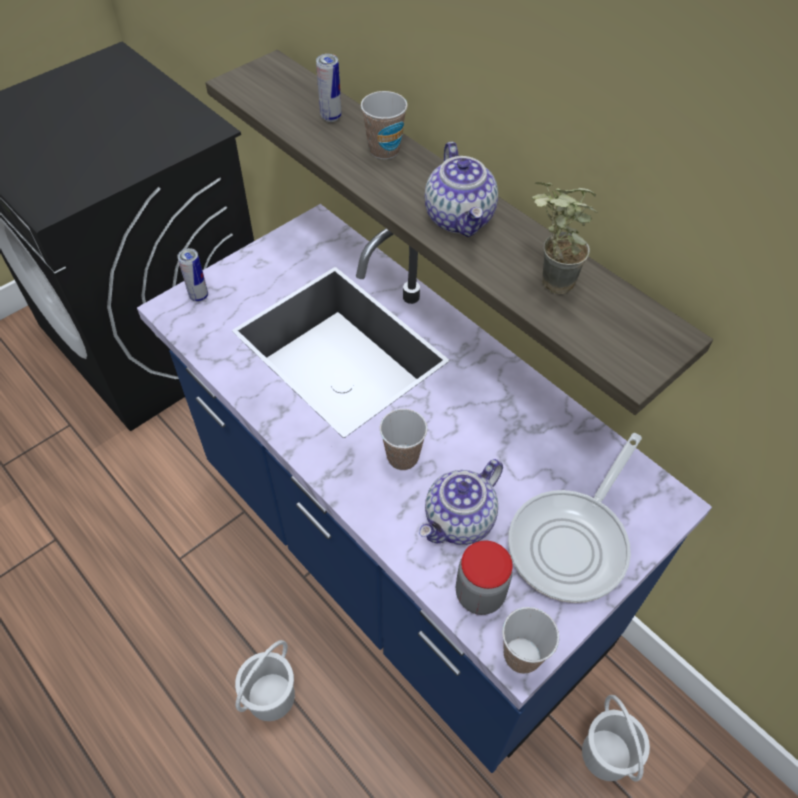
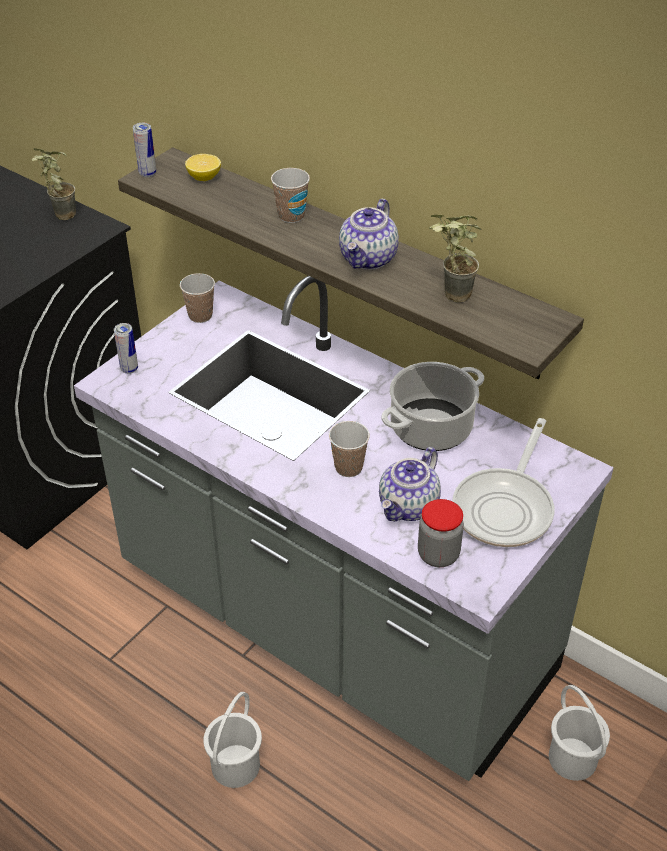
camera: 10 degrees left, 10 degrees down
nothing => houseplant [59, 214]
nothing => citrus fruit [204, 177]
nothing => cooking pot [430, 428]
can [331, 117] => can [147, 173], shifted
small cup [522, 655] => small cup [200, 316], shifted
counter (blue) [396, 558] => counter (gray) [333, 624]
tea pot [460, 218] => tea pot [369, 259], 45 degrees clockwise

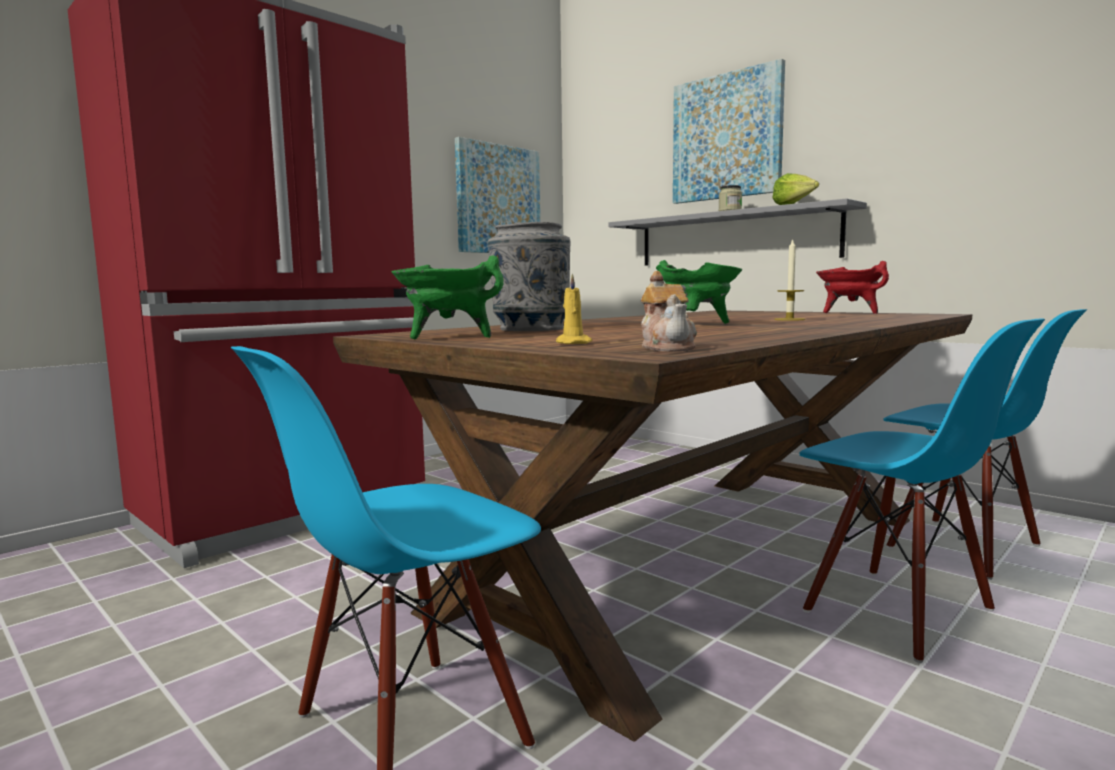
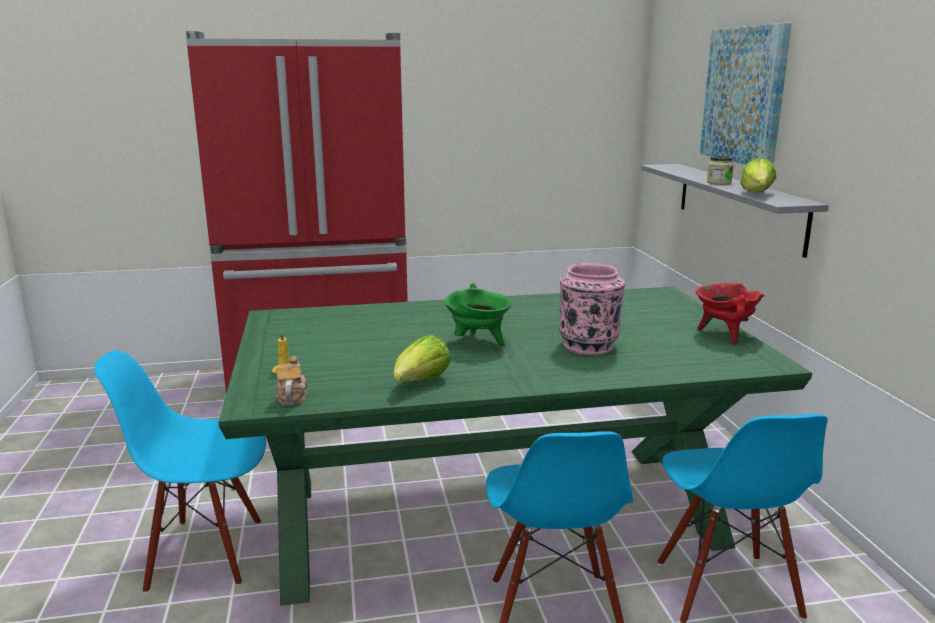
camera: 35 degrees right, 10 degrees up
cooking pot (green) [448, 337] => nothing
wall art [498, 200] => nothing
decorative vase (gray) [530, 329] => nothing
nothing => head of lettuce [421, 382]
wax candle [789, 319] => decorative vase (pink-coloured) [588, 345]
dinner table (brownish) [697, 559] => dinner table (green) [498, 513]
tea pot [668, 348] => tea pot [292, 397], 150 degrees clockwise

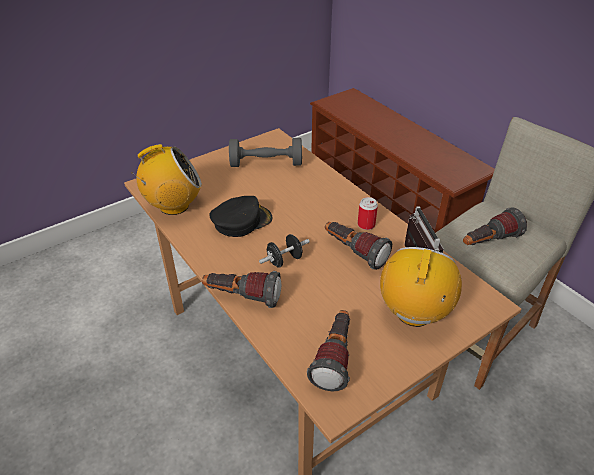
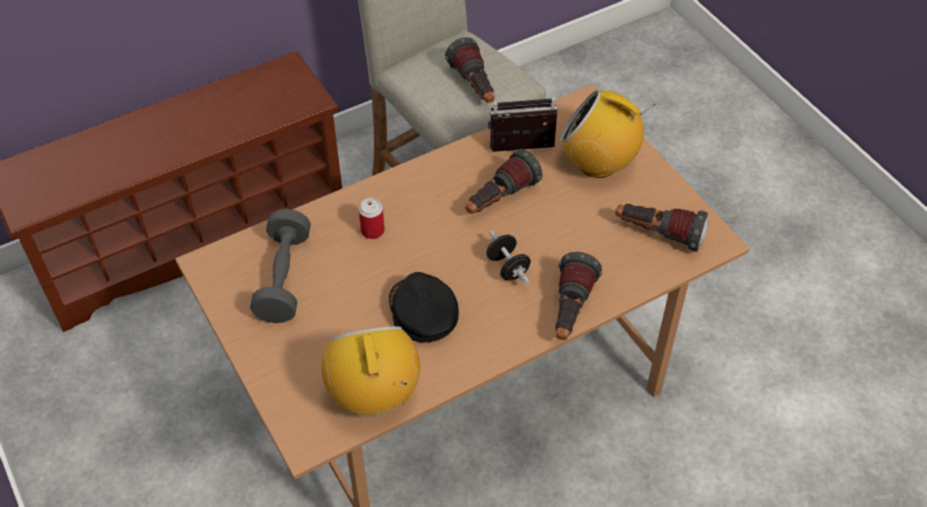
camera: 85 degrees left, 10 degrees up
can [366, 225] => can [372, 231], shifted

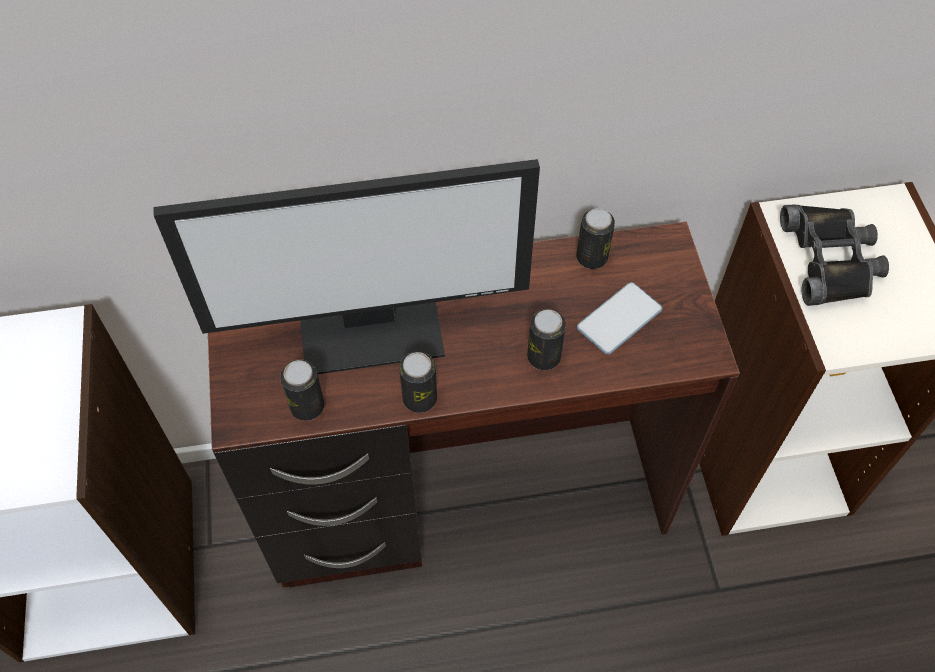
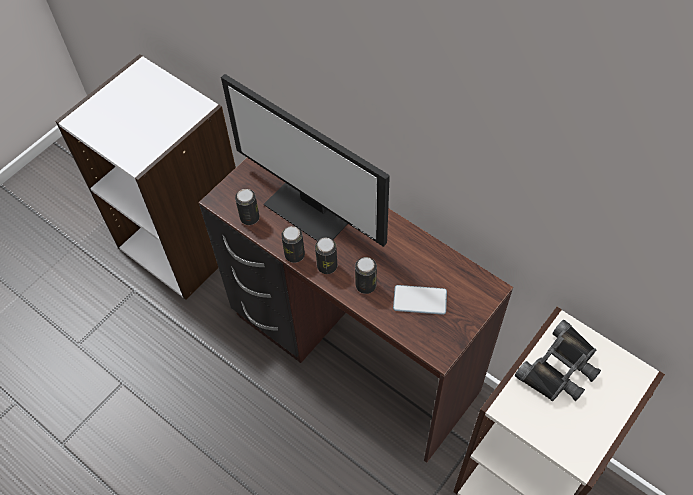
camera: 50 degrees right, 0 degrees up
can [591, 257] => can [327, 266], shifted

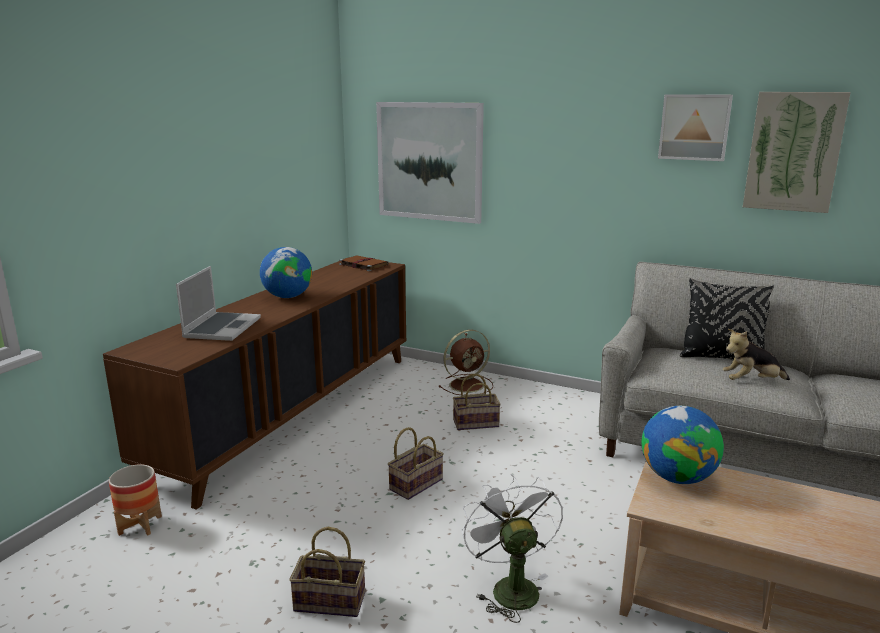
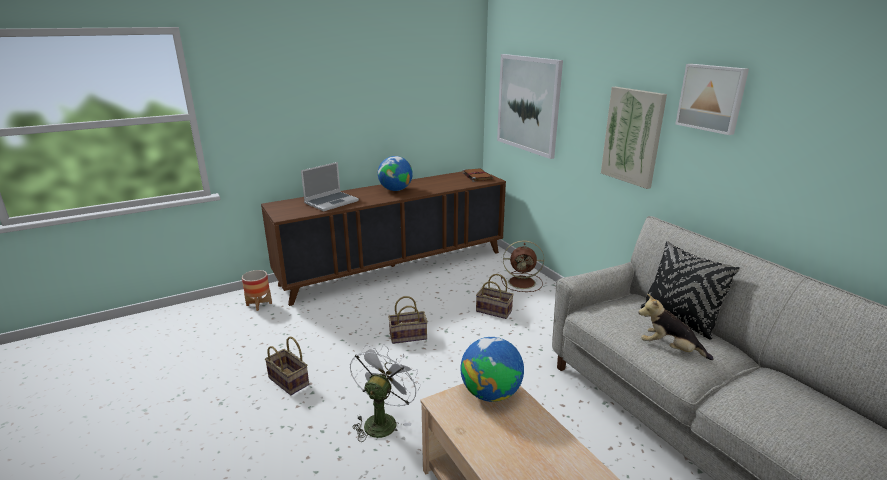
camera: 35 degrees right, 5 degrees up
wall art [793, 152] => wall art [633, 136], shifted

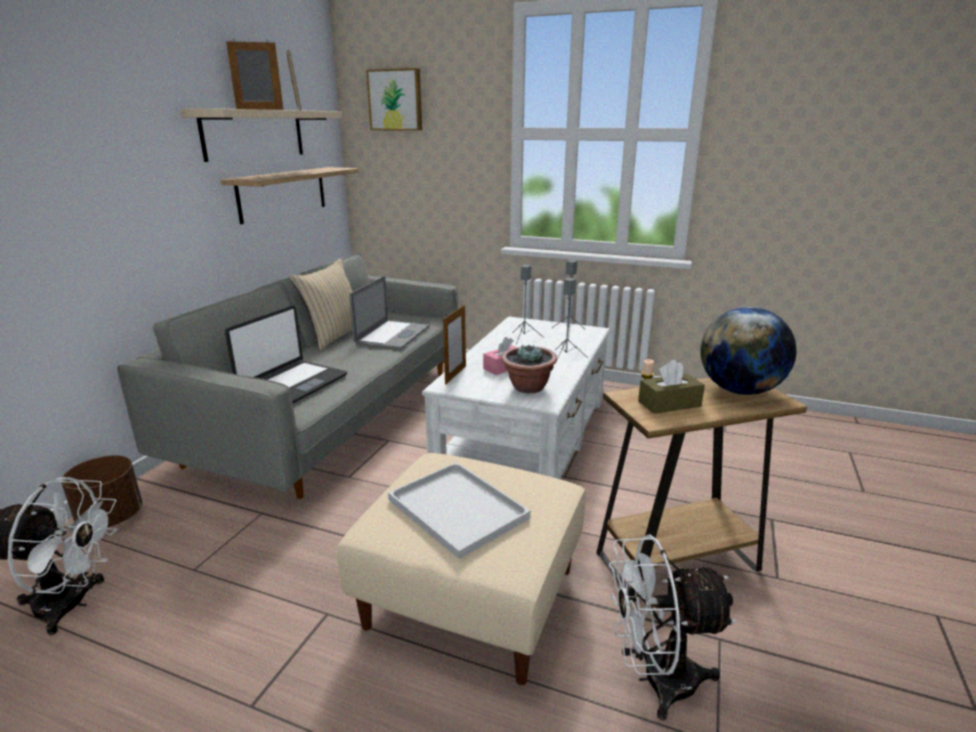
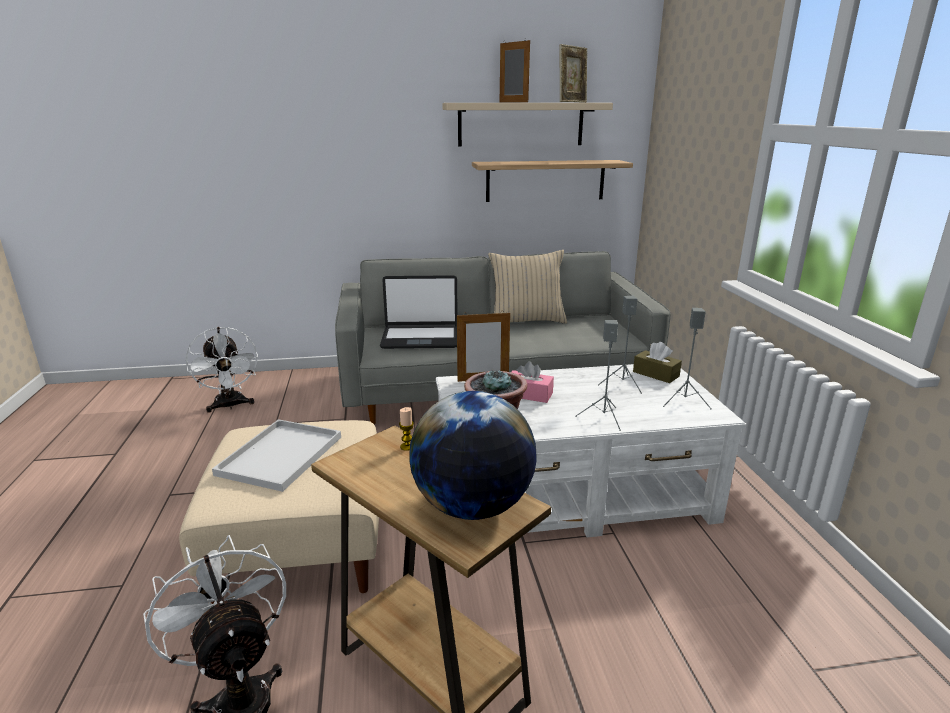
camera: 60 degrees right, 0 degrees up
flower pot (brownish) [111, 518] => nothing
laptop [393, 335] => nothing
wall art [396, 100] => nothing
tissue holder (brownish) [669, 404] => tissue holder (brownish) [656, 374], shifted

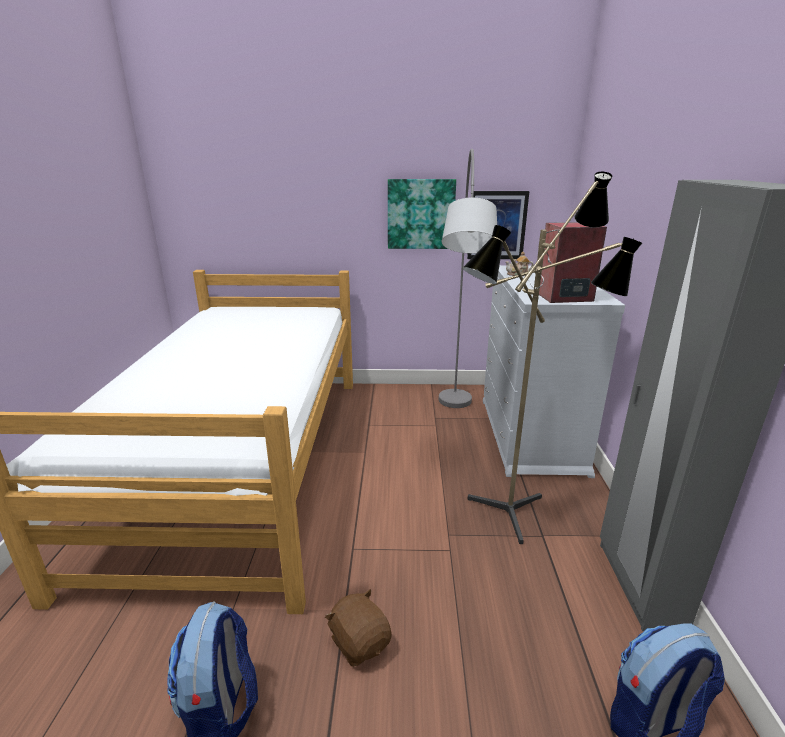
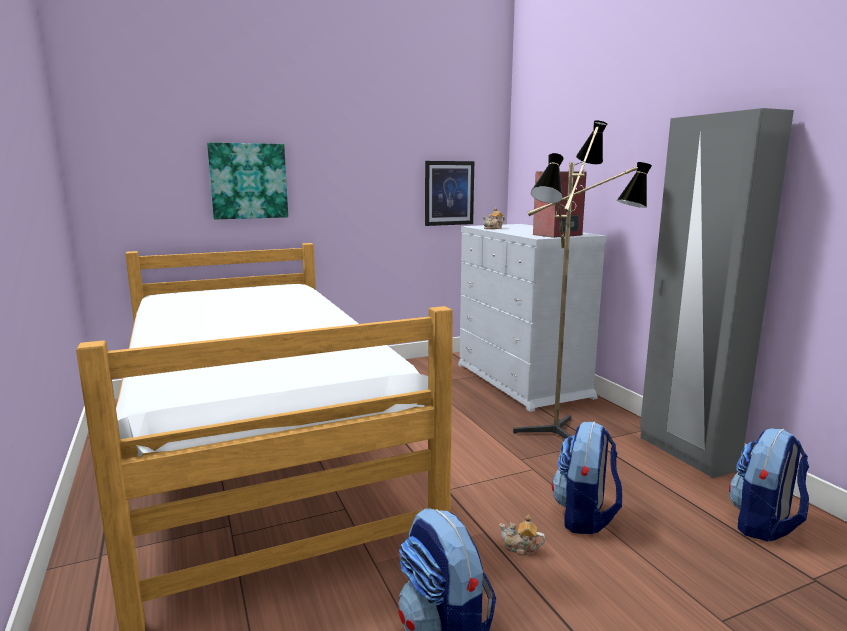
camera: 25 degrees left, 10 degrees down
standard lamp (gray) [455, 432] => nothing
nothing => knapsack [585, 516]
wall art [421, 214] => wall art [248, 181], shifted
plush toy (brownish) [360, 642] => tea pot [520, 548]

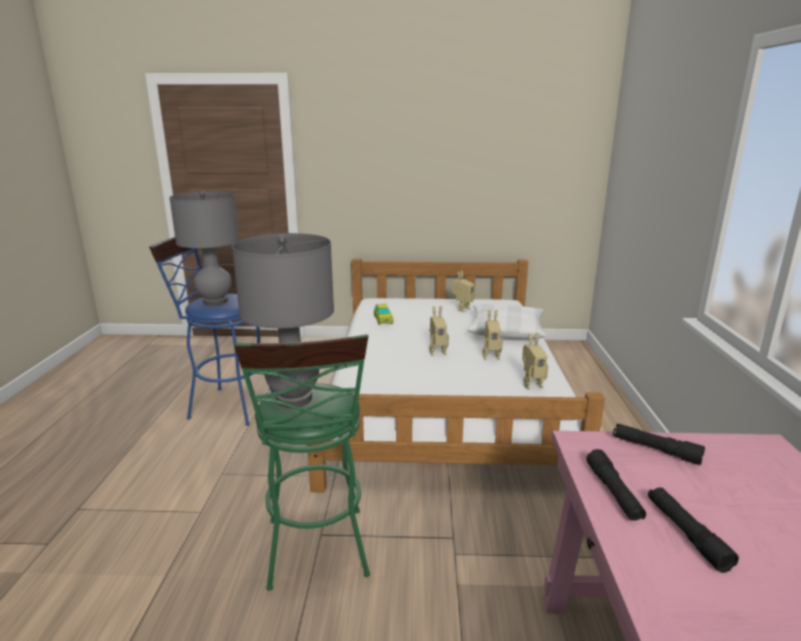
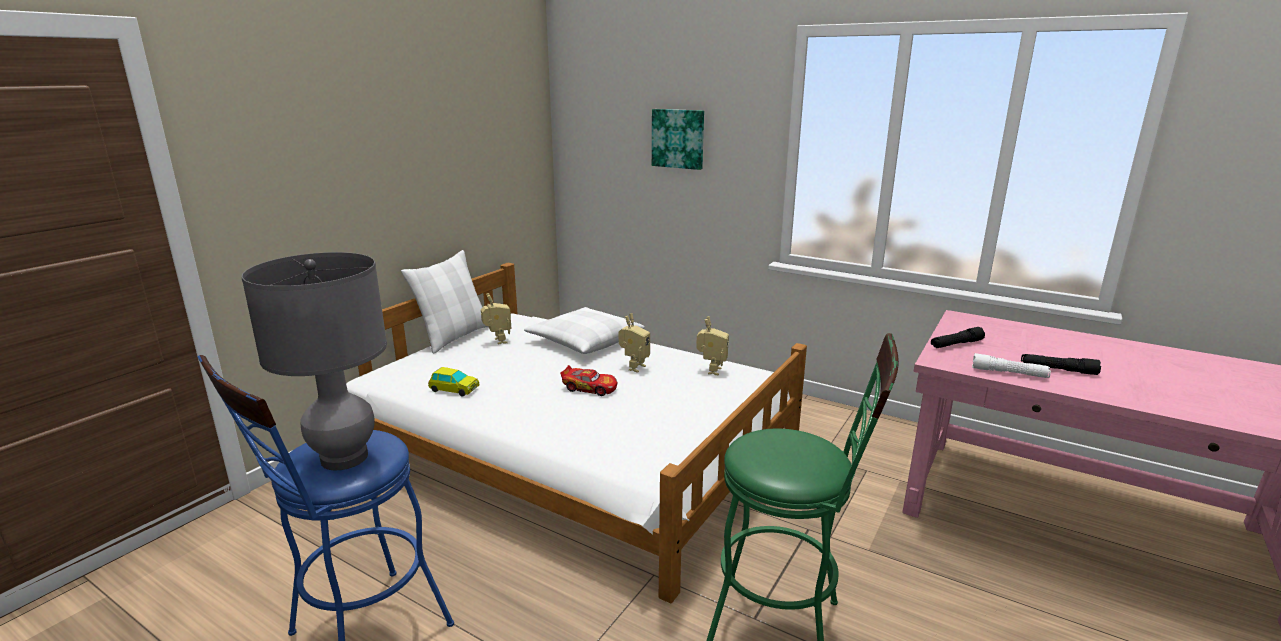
camera: 60 degrees left, 0 degrees up
lamp for a table (gray) [294, 399] => nothing
nothing => throw pillow (whitish) [454, 337]
nothing => wall art [678, 138]
model robot [437, 352] => toy car [589, 388]
flashlight (black) [613, 492] => flashlight (whitish) [1009, 373]

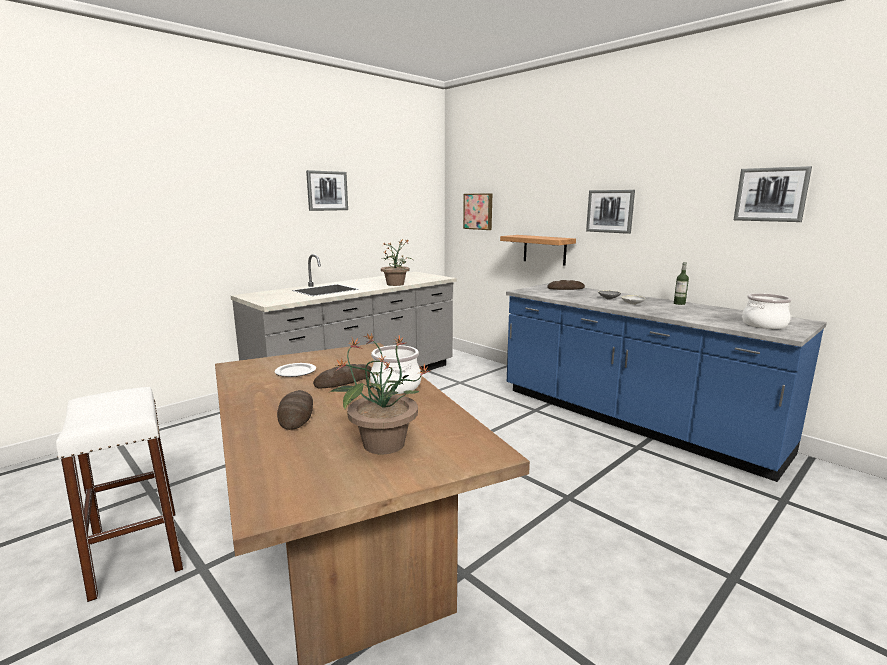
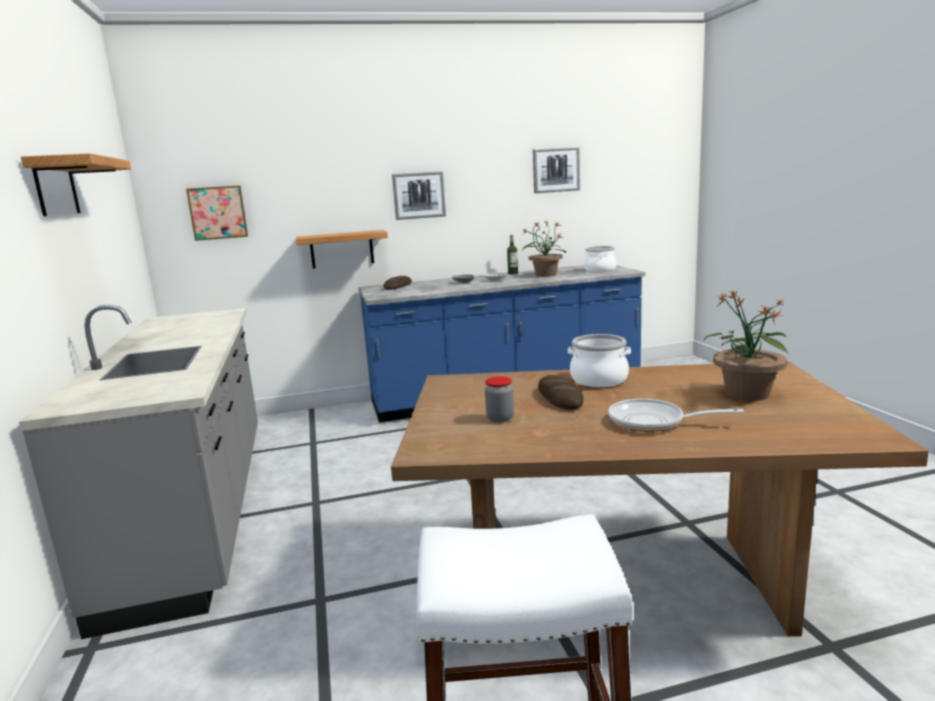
camera: 60 degrees left, 0 degrees up
houseplant [395, 284] => houseplant [545, 275], shifted
dinner plate [295, 372] => jar [500, 418]
bakery bread [296, 414] => pan [653, 422]
wall art [327, 191] => bracket shelf [56, 187]

